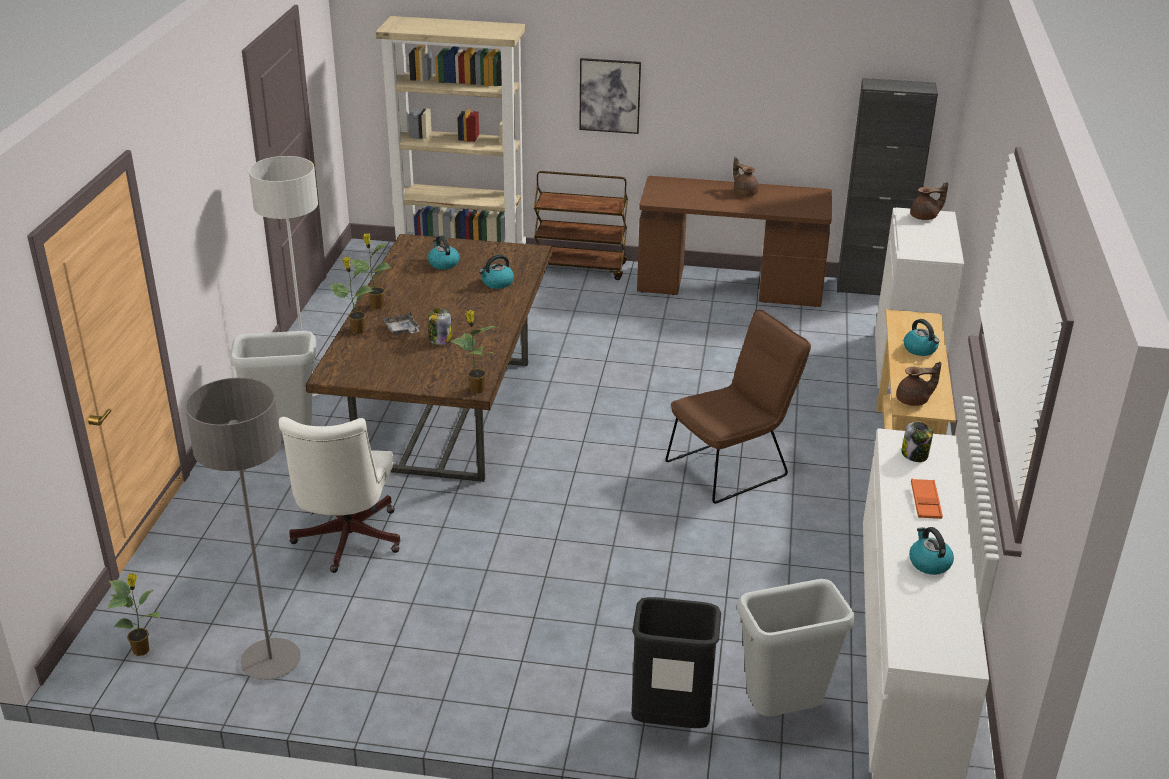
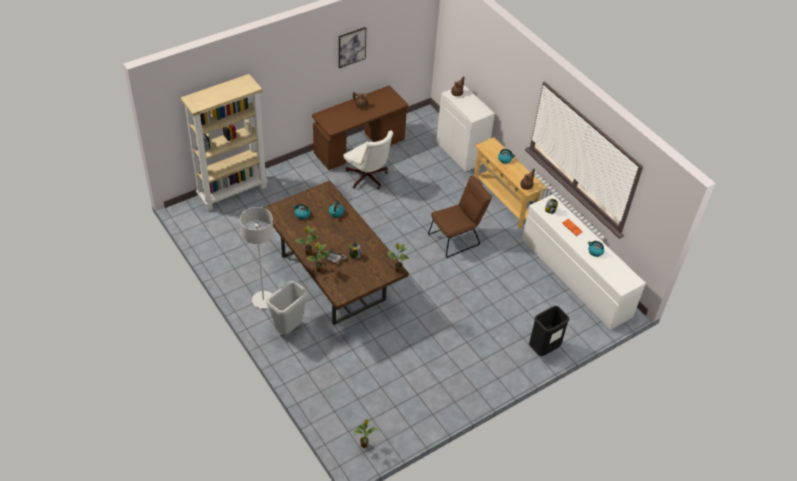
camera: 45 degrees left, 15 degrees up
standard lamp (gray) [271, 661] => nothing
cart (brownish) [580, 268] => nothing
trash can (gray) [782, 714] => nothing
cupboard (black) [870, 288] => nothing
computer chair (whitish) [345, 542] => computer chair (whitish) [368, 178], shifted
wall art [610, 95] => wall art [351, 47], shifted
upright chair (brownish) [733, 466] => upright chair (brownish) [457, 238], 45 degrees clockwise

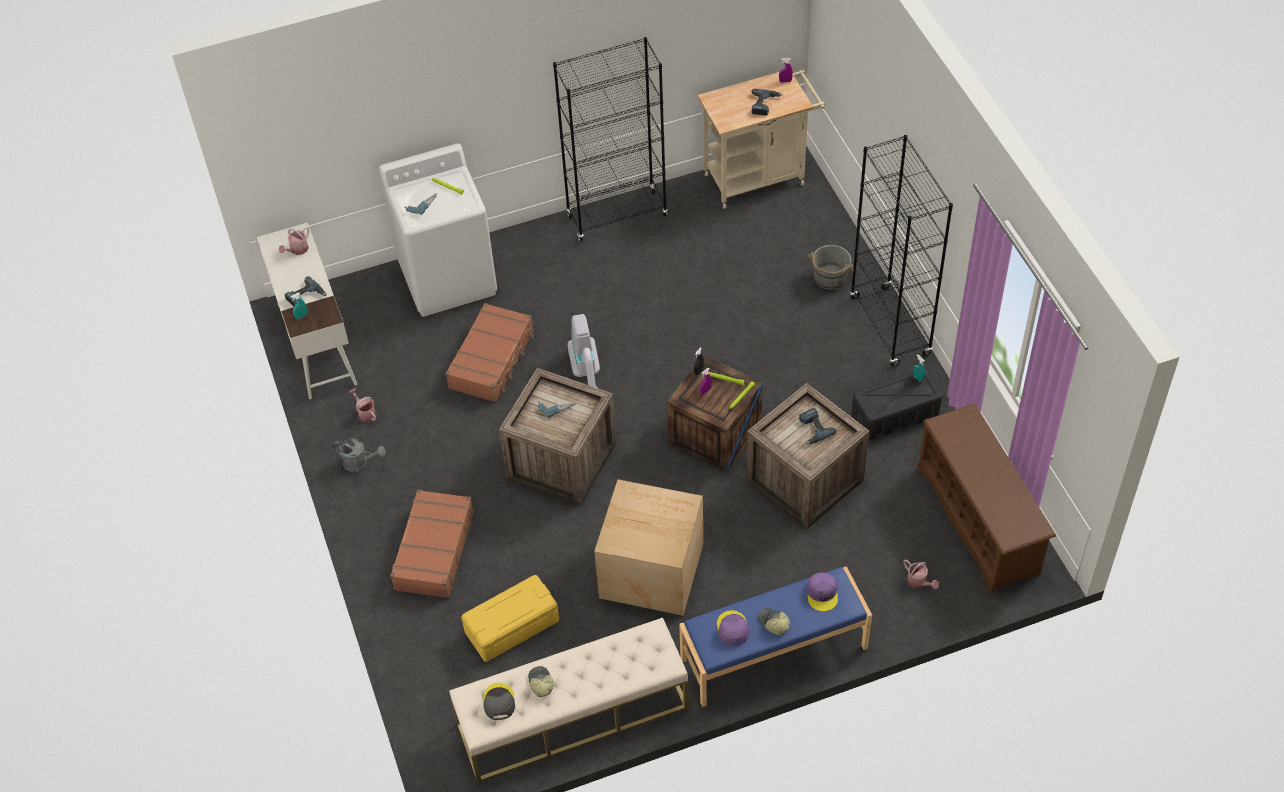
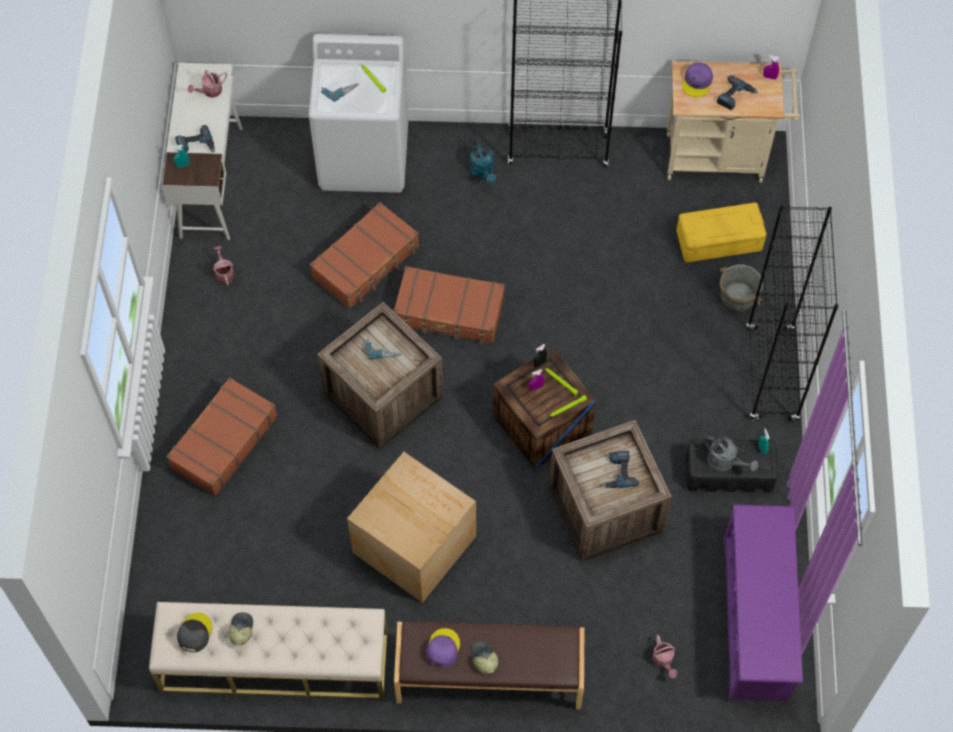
camera: 20 degrees right, 10 degrees up
nothing => watering can (blue-green) [483, 173]
watering can (gray) [360, 463] => watering can (gray) [725, 463], shifted
storage container (yellow) [512, 626] => storage container (yellow) [719, 240], shifted
cap (purple) [822, 593] => cap (purple) [697, 82], shifted
hoover [587, 374] => travel case (brownish) [449, 312]
indoor bench (blue) [774, 653] => indoor bench (brownish) [489, 677]
shoe rack (brownish) [979, 520] => shoe rack (purple) [755, 620]

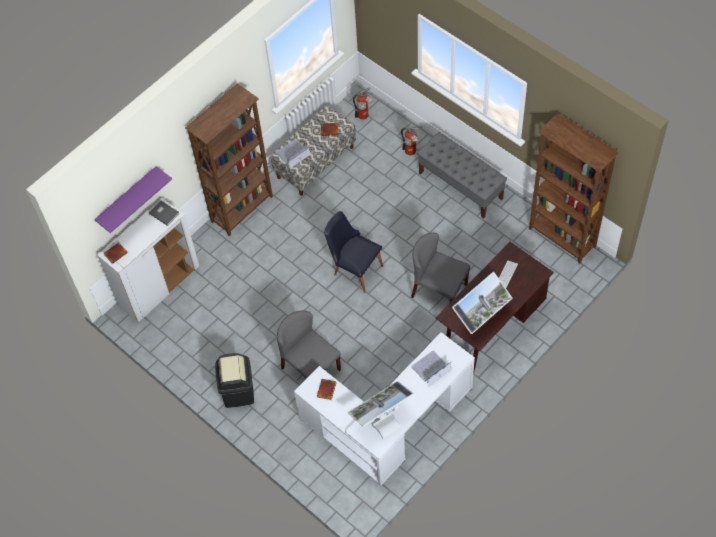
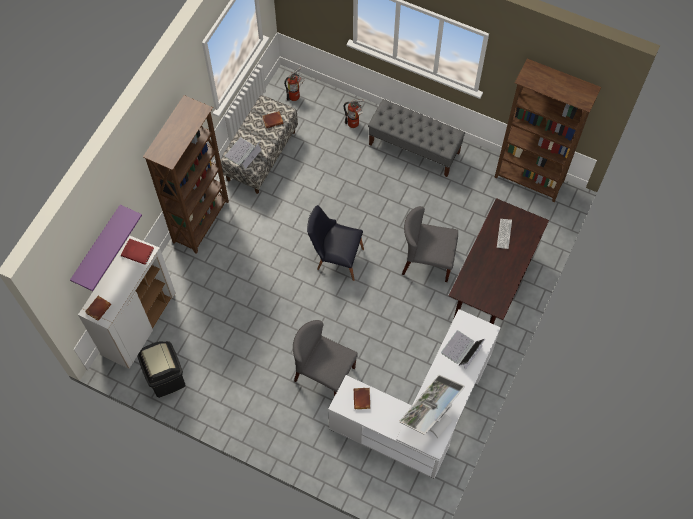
camera: 20 degrees left, 5 degrees up
monitor [480, 319] => nothing
trash can (black) [238, 392] => trash can (black) [166, 378], shifted
book (gray) [164, 213] => book (red-coloured) [137, 251]

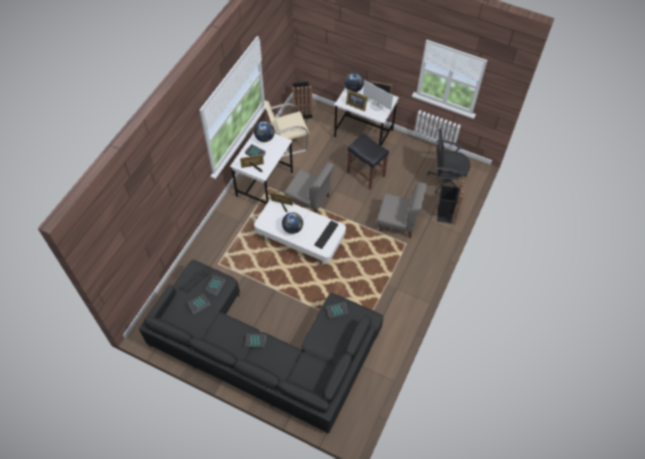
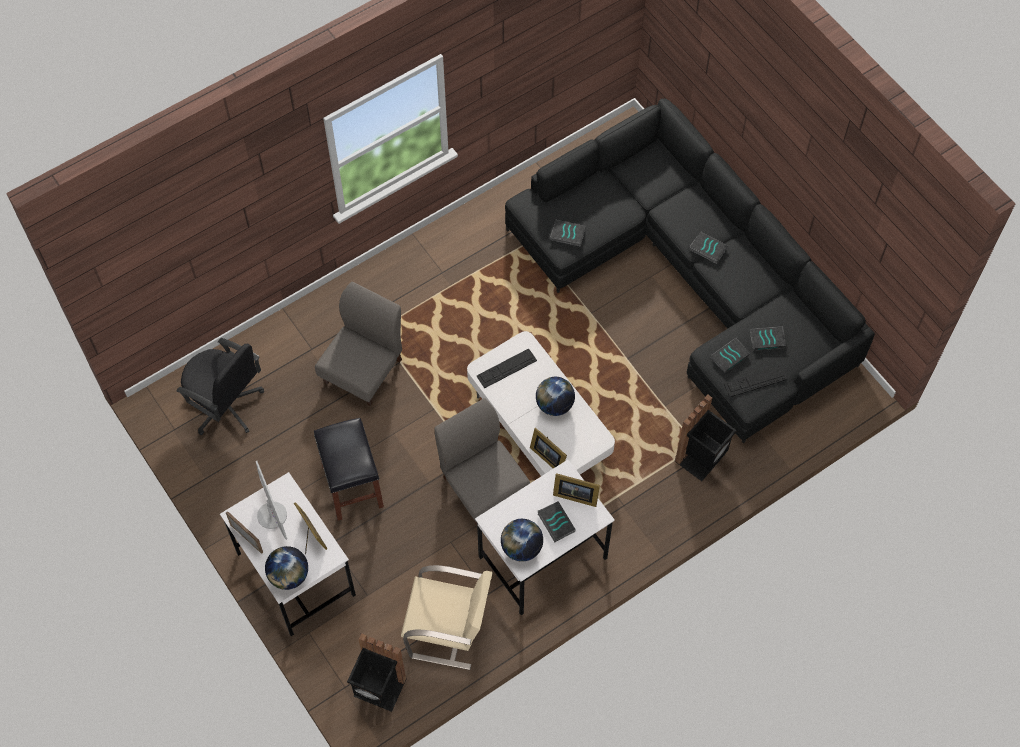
camera: 150 degrees left, 5 degrees up
trash can (black) [445, 214] => trash can (black) [702, 458], shifted
upright chair (gray) [398, 223] => upright chair (gray) [364, 371], 75 degrees clockwise

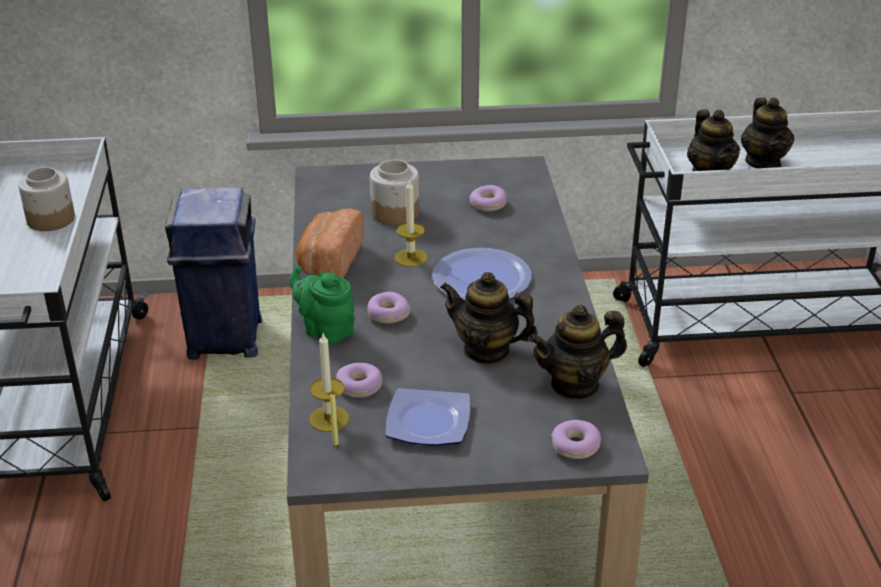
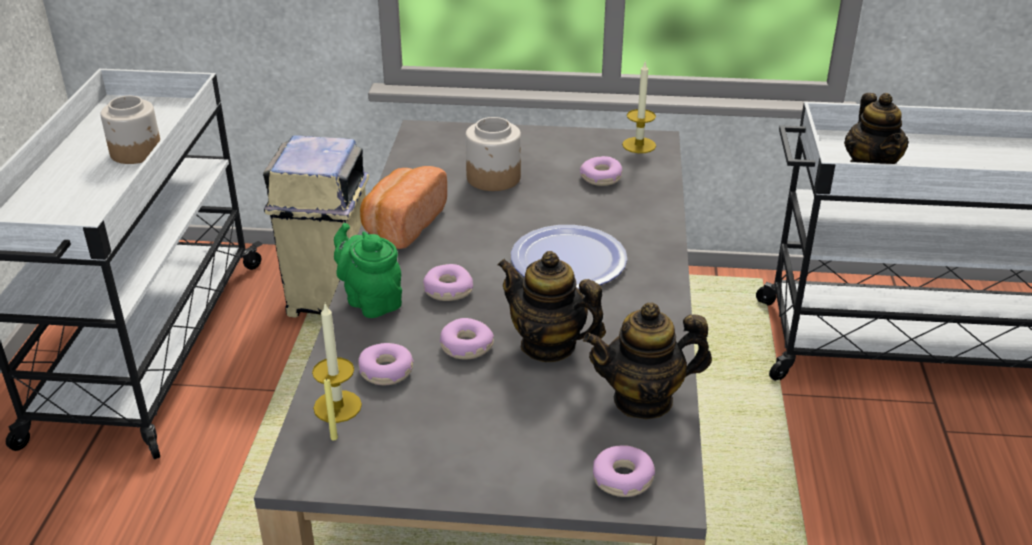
camera: 10 degrees right, 0 degrees up
dinner plate [426, 423] => nothing
tea pot [763, 163] => nothing
nothing => donut [466, 347]
wax candle [411, 257] => wax candle [639, 145], shifted
trash can (blue) [225, 339] => trash can (sand-coloured) [330, 300]

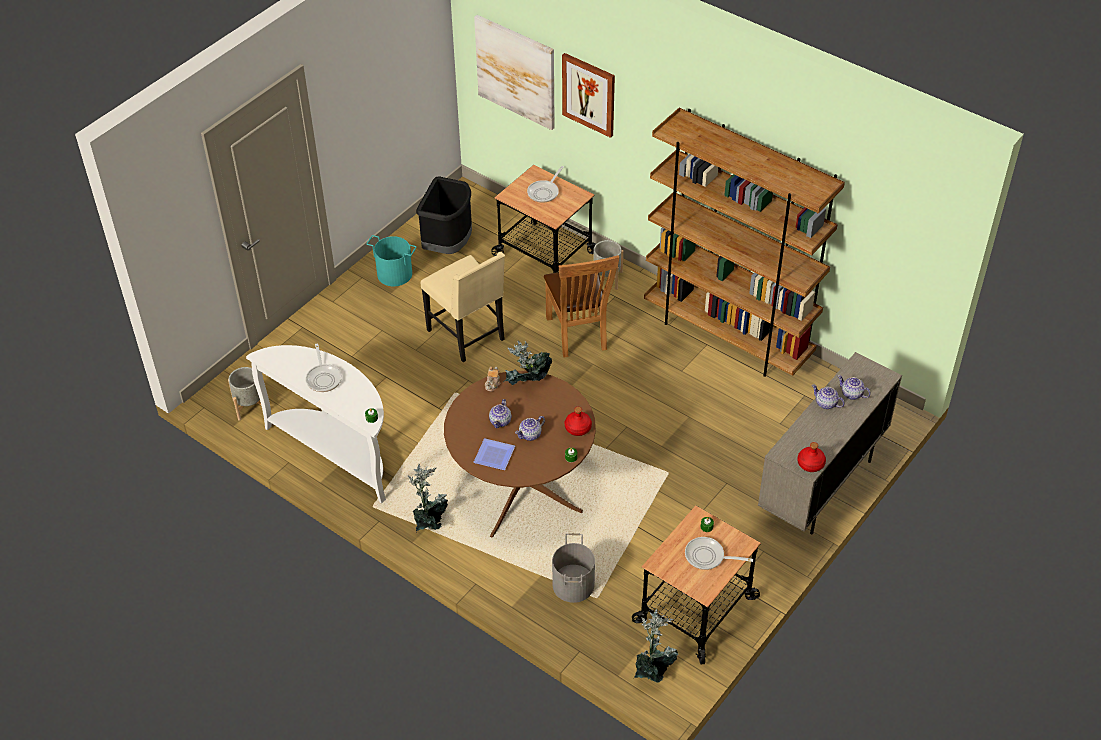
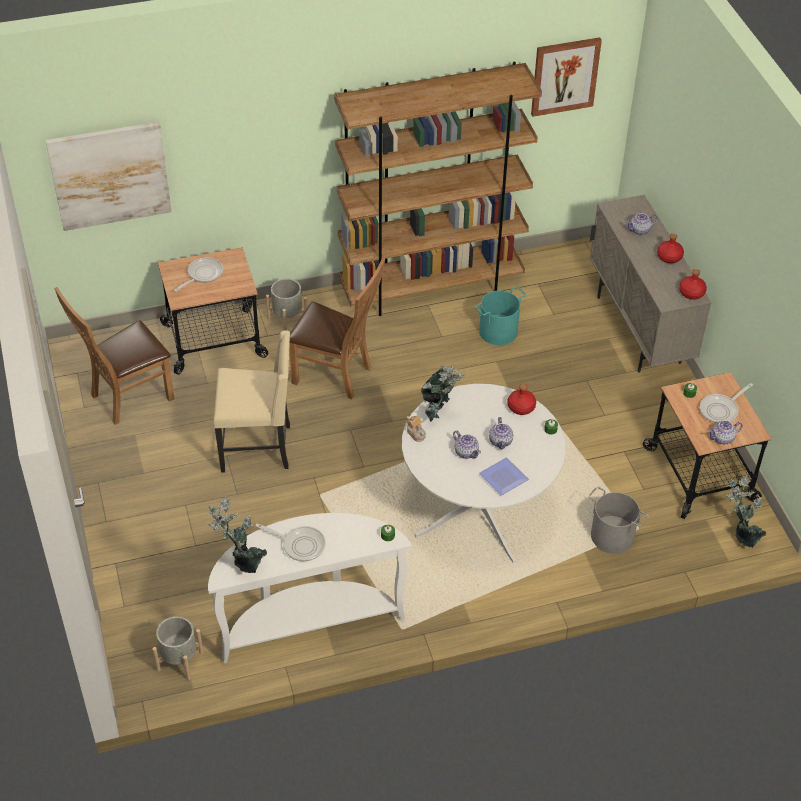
camera: 55 degrees left, 0 degrees up
nothing => drink bottle (red-coloured) [669, 257]
pail (blue-green) [395, 273] => pail (blue-green) [497, 331], shifted
houseplant [430, 523] => houseplant [242, 561], shifted
wall art [589, 94] => wall art [565, 76], shifted
tea pot [826, 404] => tea pot [723, 438], shifted
trash can (black) [448, 245] => upright chair (brownish) [127, 398]
dinner table (brownish) [521, 489] => dinner table (whitish) [478, 512]
pan [544, 192] => pan [203, 275], 120 degrees counterclockwise

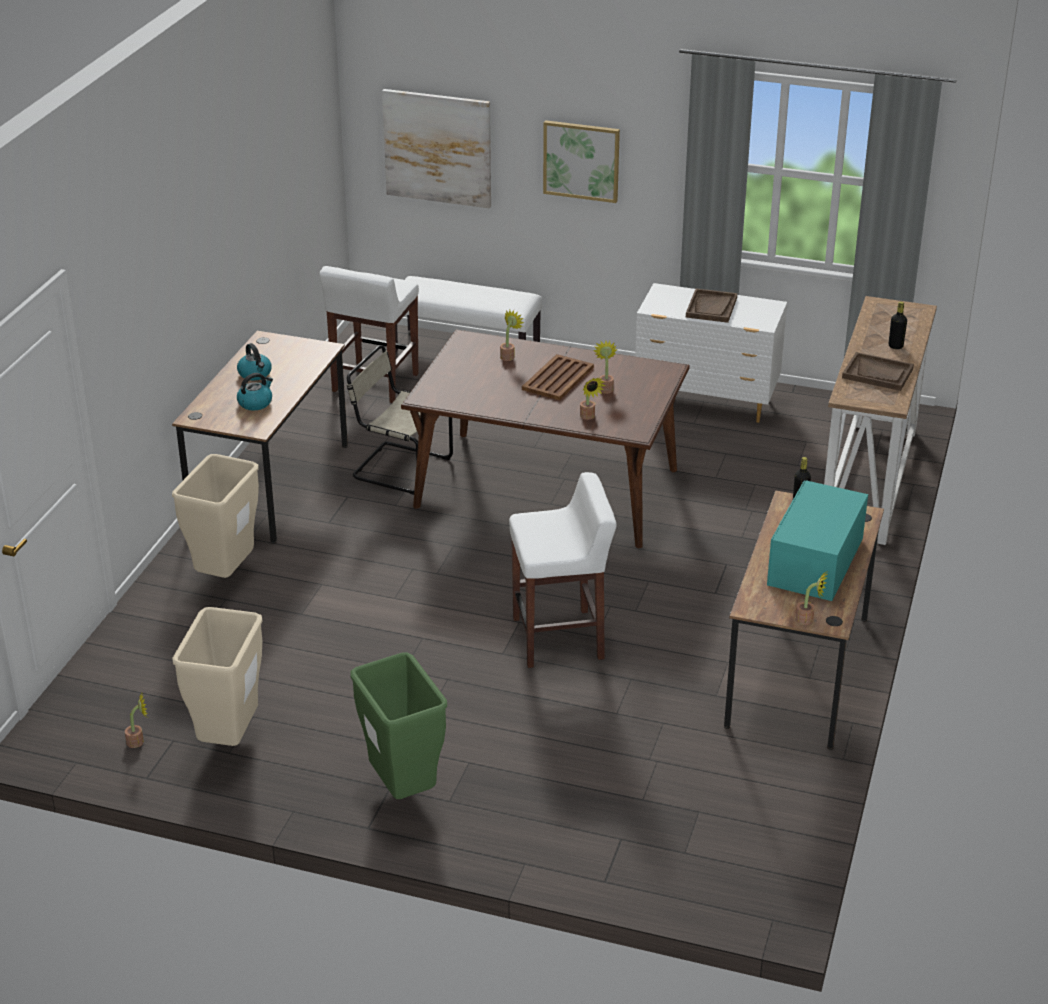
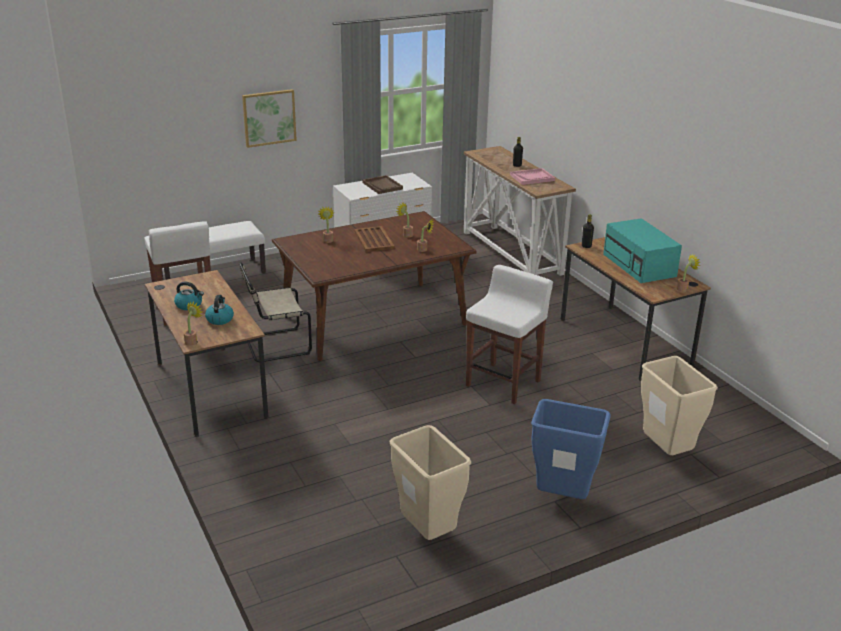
camera: 45 degrees left, 5 degrees down
wall art [438, 148] => nothing
houseplant [138, 741] => houseplant [192, 341], shifted
trash can (sand-coloured) [226, 574] => trash can (sand-coloured) [665, 451], shifted
trash can (green) [403, 791] => trash can (blue) [563, 498]
serving tray (brownish) [877, 373] => serving tray (pink-coloured) [532, 178]

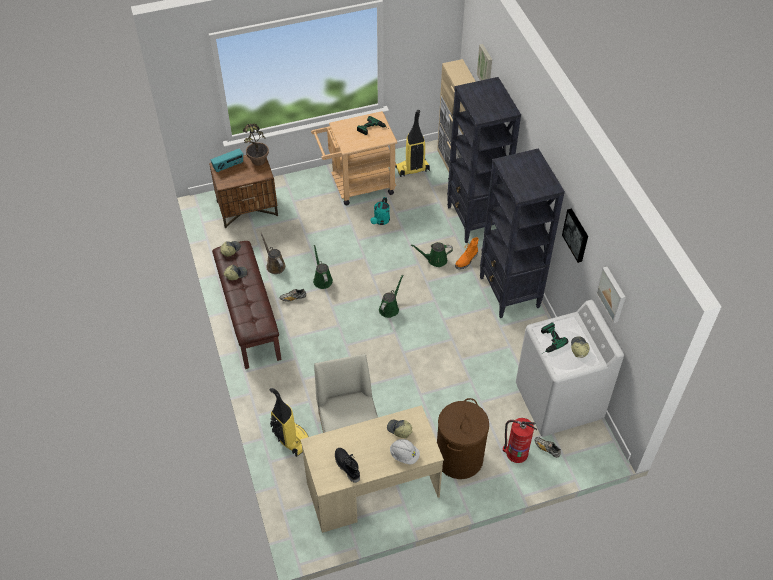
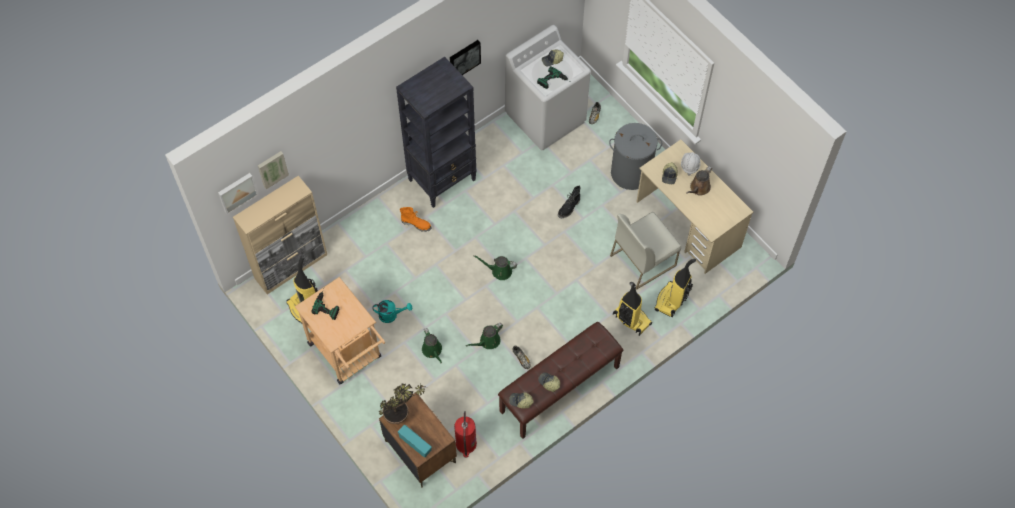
camera: 110 degrees left, 10 degrees up
shelving unit (black) [475, 220] => nothing
nothing => hoover [631, 319]
watering can (brownish) [274, 265] => watering can (brownish) [698, 188], shifted
tall boot (black) [346, 467] => tall boot (black) [569, 208], shifted
watering can (green) [435, 260] => watering can (green) [432, 350], shifted
fire extinguisher [516, 453] => fire extinguisher [466, 444], shifted
wall art [612, 294] => wall art [237, 192], shifted
laundry basket (brownish) [459, 458] => laundry basket (gray) [631, 173]

